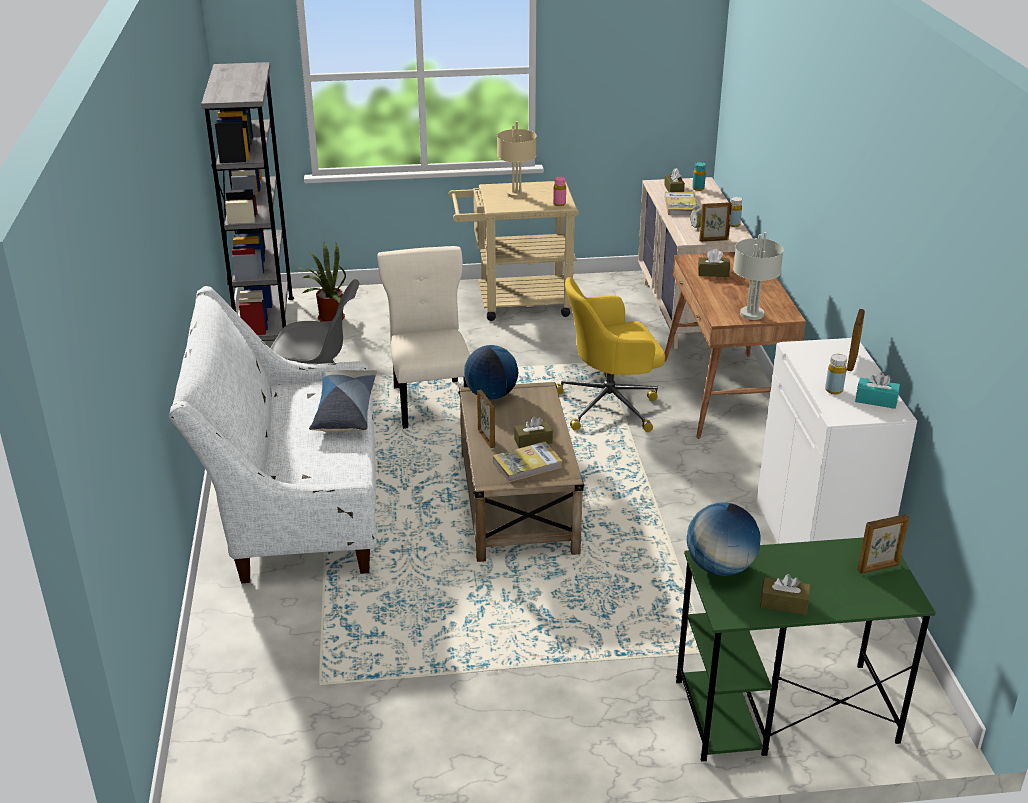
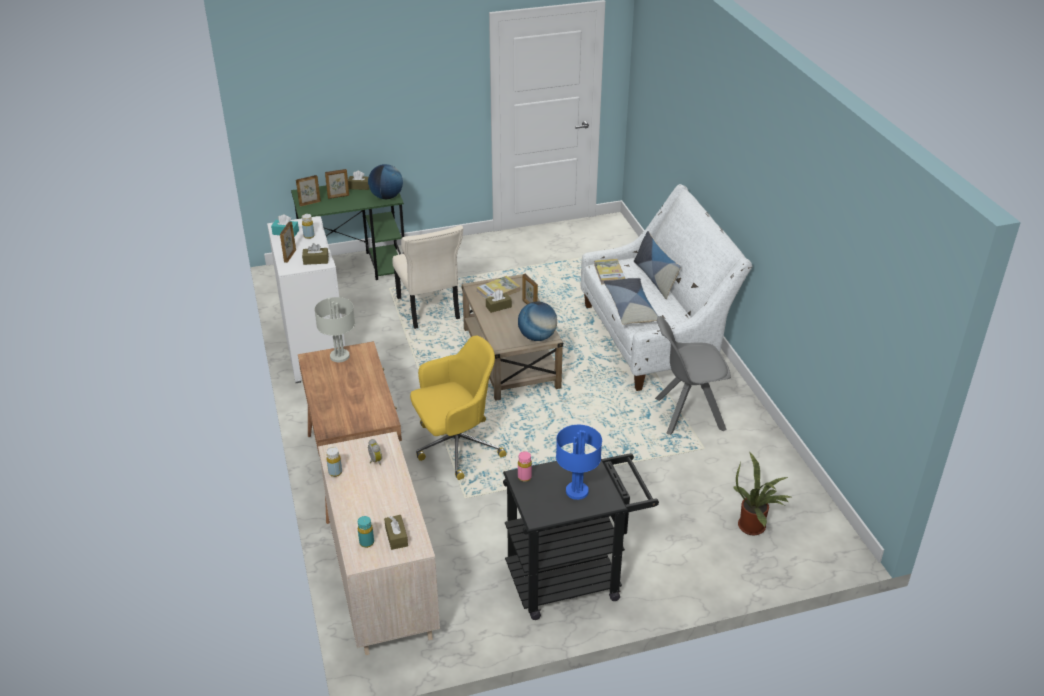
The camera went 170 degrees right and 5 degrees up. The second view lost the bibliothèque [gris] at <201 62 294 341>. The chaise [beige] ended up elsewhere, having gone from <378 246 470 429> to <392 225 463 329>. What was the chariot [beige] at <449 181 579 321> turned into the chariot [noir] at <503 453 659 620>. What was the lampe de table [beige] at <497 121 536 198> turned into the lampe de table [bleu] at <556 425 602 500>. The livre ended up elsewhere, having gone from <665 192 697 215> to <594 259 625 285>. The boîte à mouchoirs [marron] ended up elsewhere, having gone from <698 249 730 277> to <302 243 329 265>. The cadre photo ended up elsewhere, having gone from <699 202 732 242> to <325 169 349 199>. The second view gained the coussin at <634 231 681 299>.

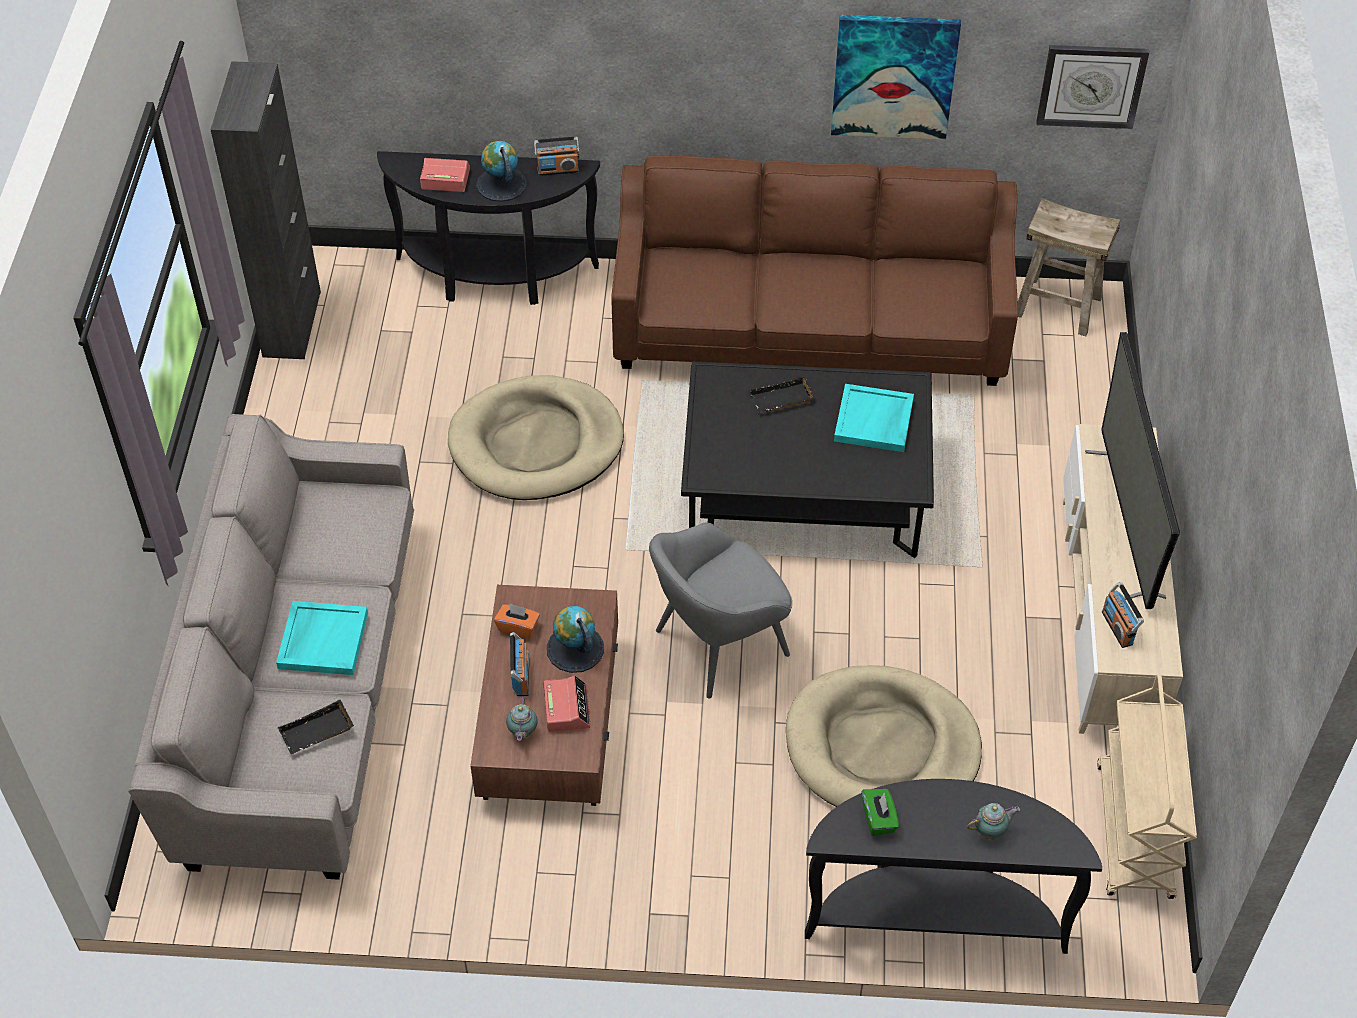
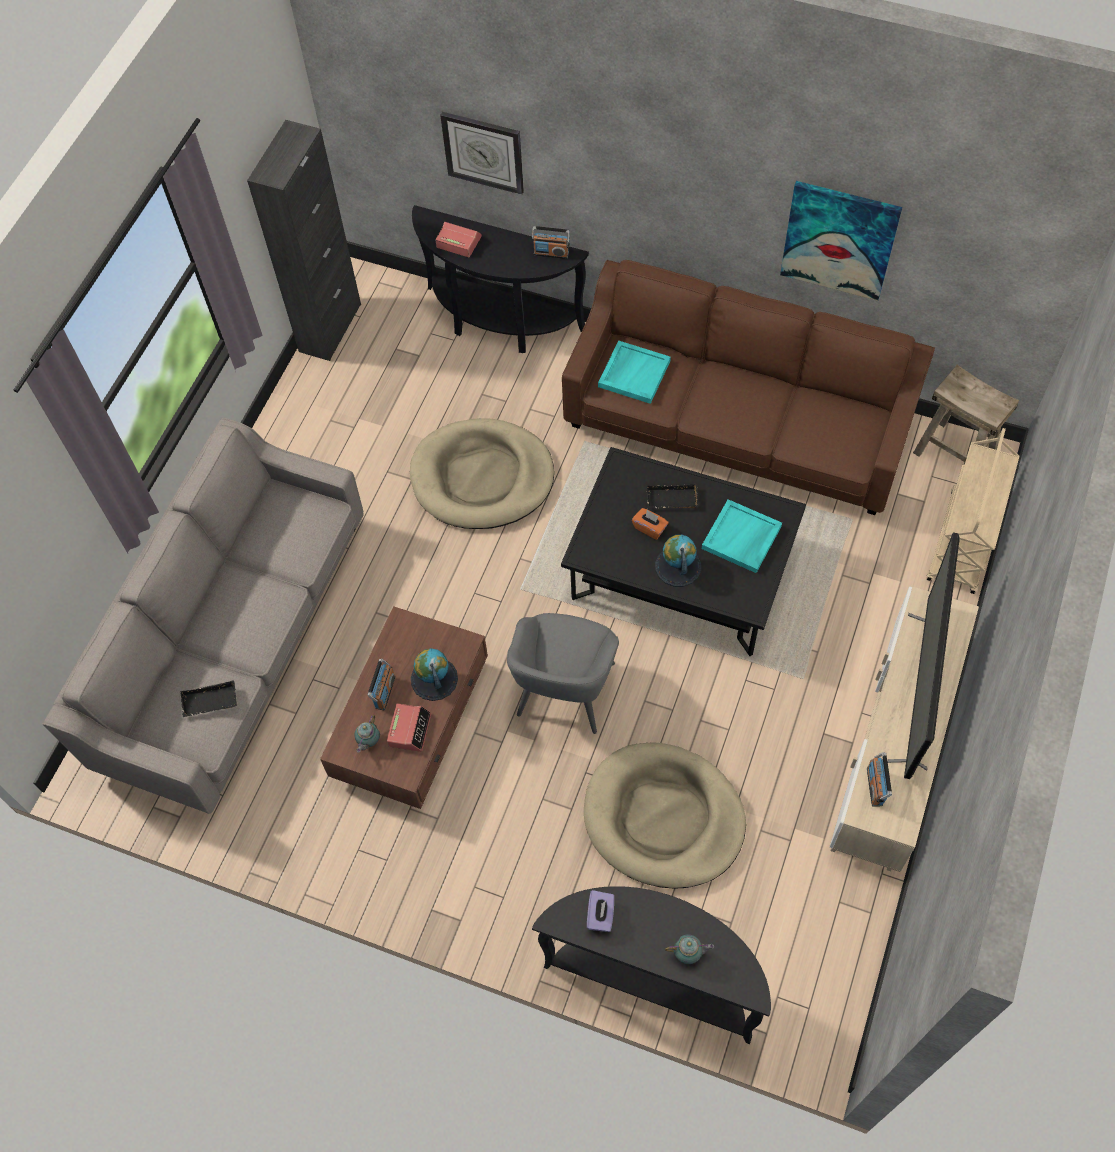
The camera went 20 degrees right and 10 degrees up. The plateau [turquoise] ended up elsewhere, having gone from <276 601 368 675> to <598 341 671 404>. The globe ended up elsewhere, having gone from <476 141 527 202> to <655 535 701 587>. The boîte à mouchoirs [orange] ended up elsewhere, having gone from <494 604 540 639> to <632 508 669 540>. The fauteuil [gris] at <649 523 792 699> ended up facing another way, 60 degrees counterclockwise from before. What was the boîte à mouchoirs [vert] at <862 789 899 836> turned into the boîte à mouchoirs [violet] at <587 890 614 932>. The horloge murale ended up elsewhere, having gone from <1036 45 1149 129> to <440 112 524 195>. The chariot [beige] ended up elsewhere, having gone from <1097 675 1197 899> to <927 428 1019 594>.

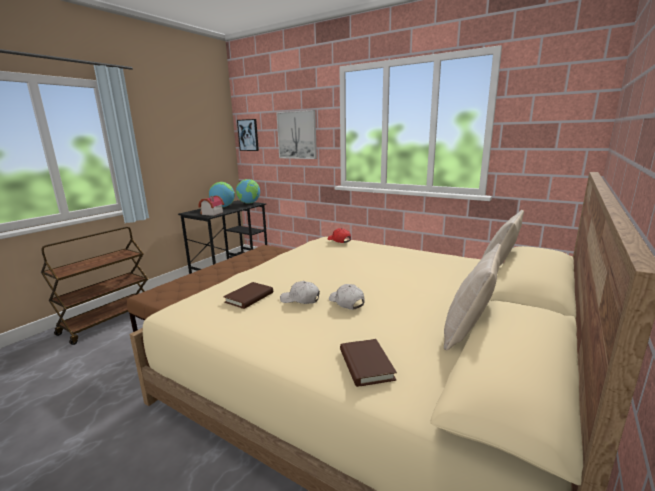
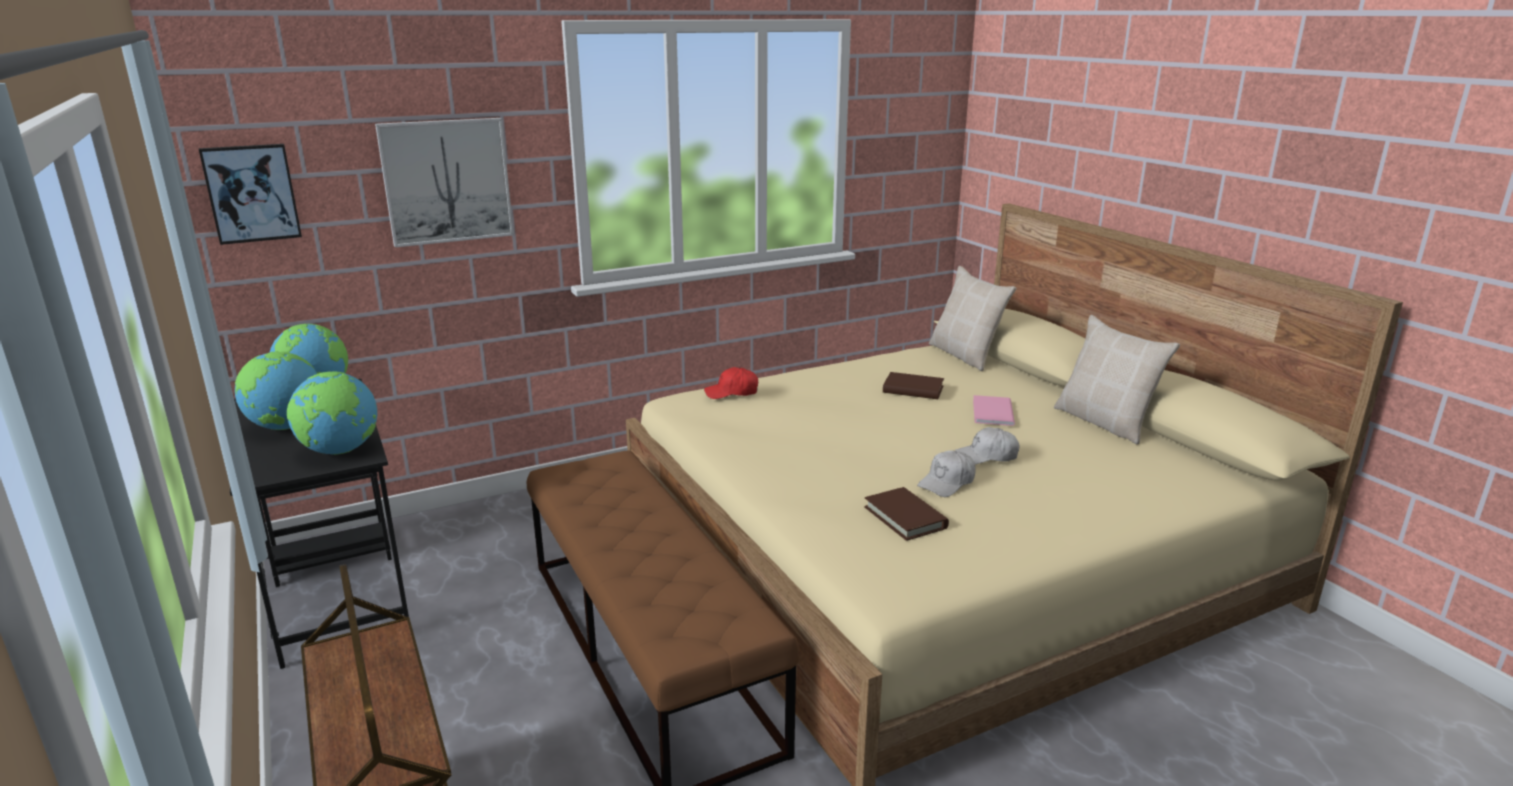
The camera went 60 degrees left and 5 degrees up. Where the maison miniature stood at <198 195 224 216>, the globe came to stand at <287 371 377 455>. The livre [marron] ended up elsewhere, having gone from <340 339 397 387> to <883 372 944 399>. The second view gained the livre [rose] at <973 395 1015 426>.

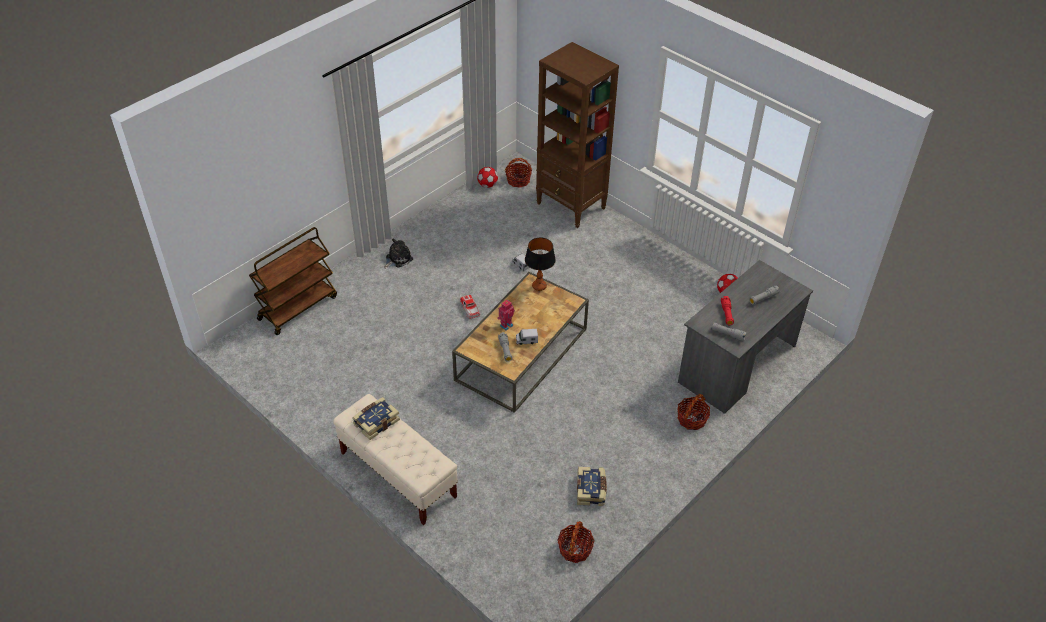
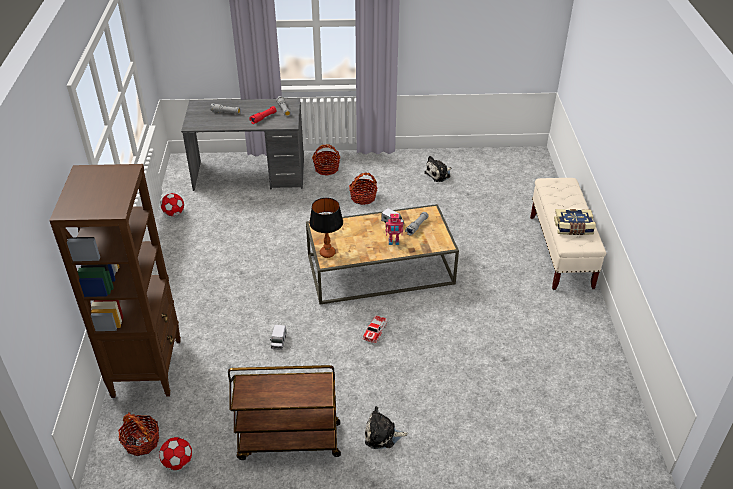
The camera went 135 degrees left and 5 degrees down. The chariot [marron] ended up elsewhere, having gone from <249 227 337 335> to <228 365 341 460>. The panier ended up elsewhere, having gone from <557 521 595 563> to <349 172 378 205>. Where the livre stood at <577 467 607 506>, the peluche came to stand at <424 156 451 182>.

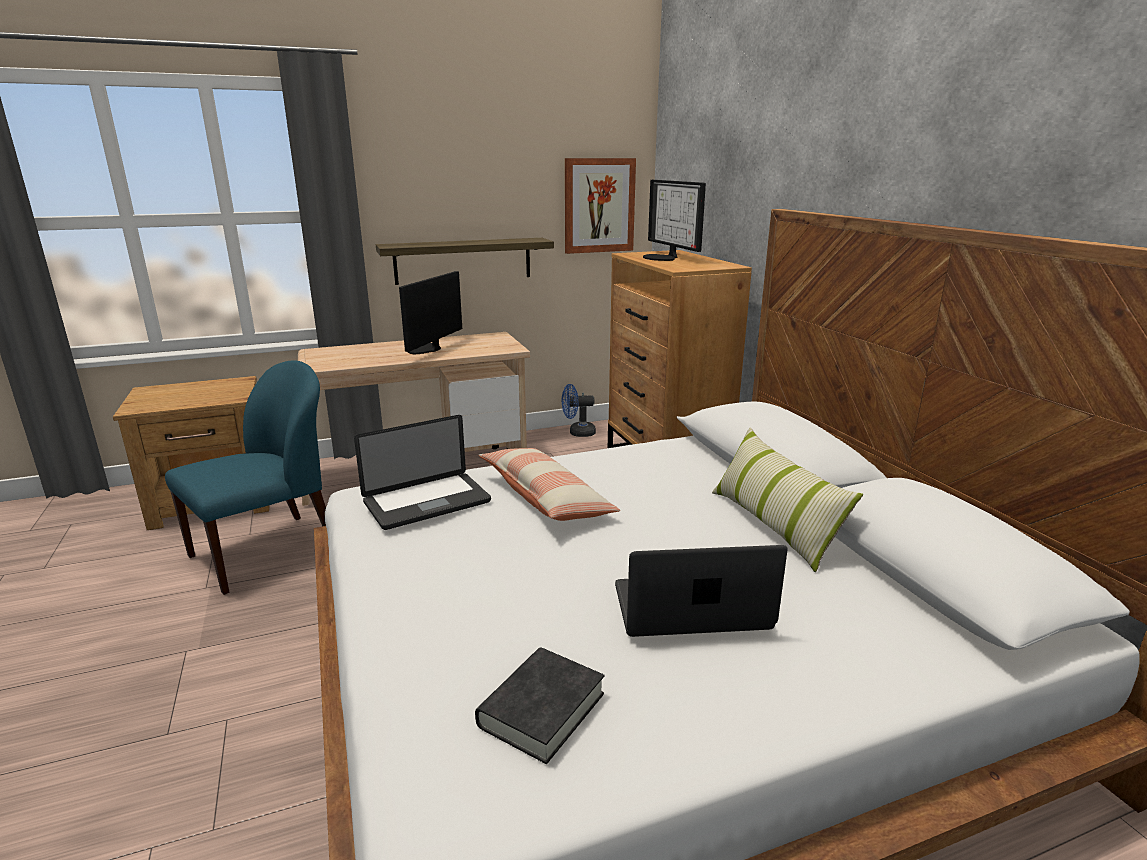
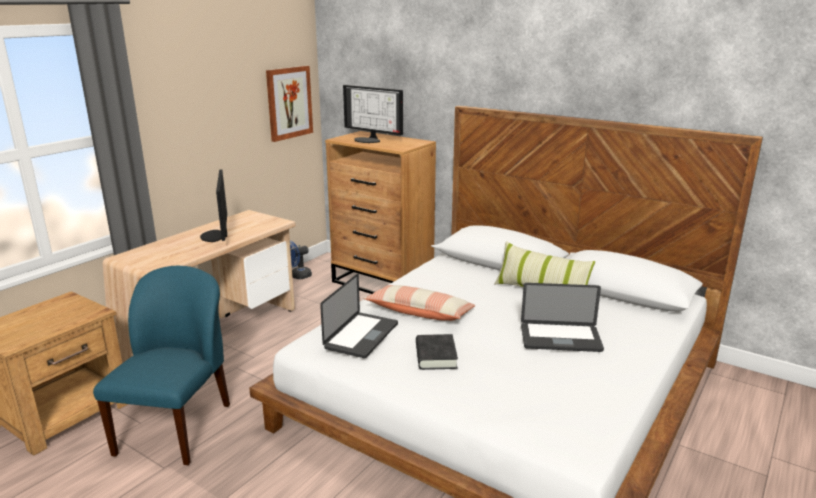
The camera went 35 degrees left and 0 degrees up. The second view lost the étagère at <376 238 554 285>. The livre [noir] ended up elsewhere, having gone from <475 648 604 764> to <416 334 458 370>. The ordinateur portable at <615 545 788 637> ended up facing another way, 135 degrees counterclockwise from before.

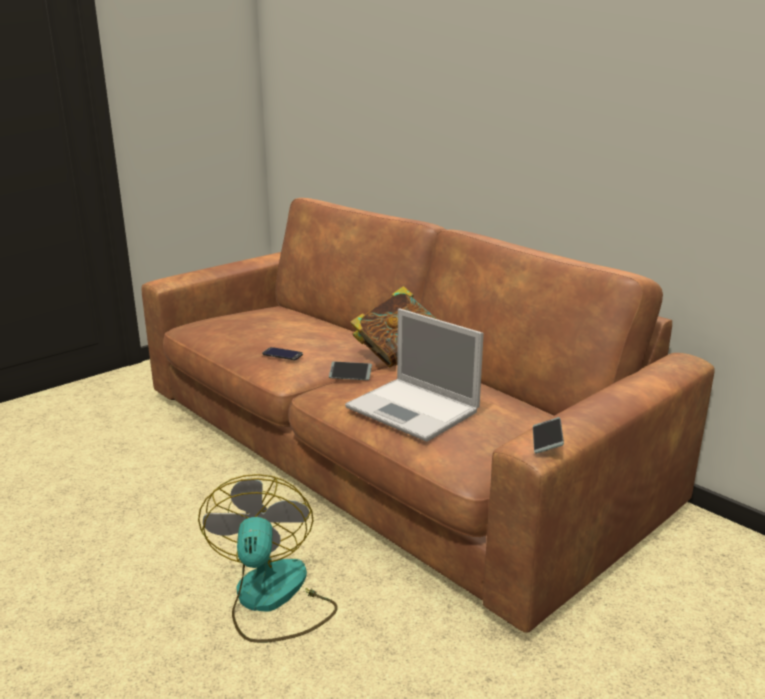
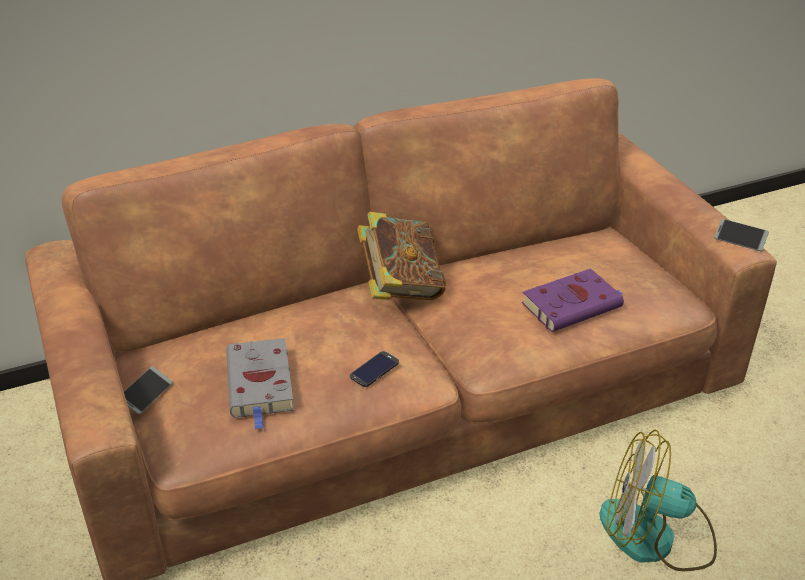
The camera went 70 degrees left and 15 degrees up. The téléphone ended up elsewhere, having gone from <329 362 372 380> to <124 366 173 414>. Where the ordinateur portable stood at <345 308 484 442>, the livre [violet] came to stand at <522 268 624 332>. The second view gained the livre [gris] at <226 338 294 430>.

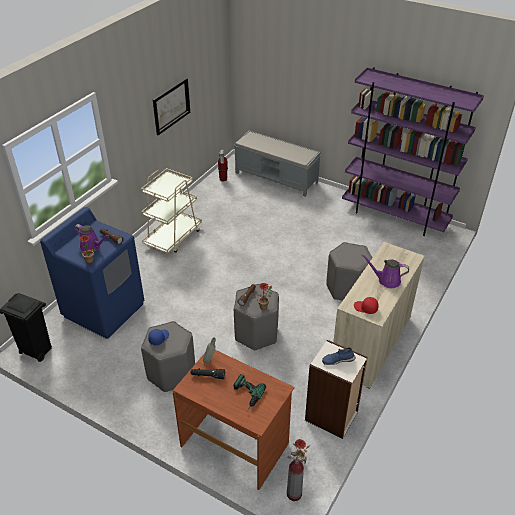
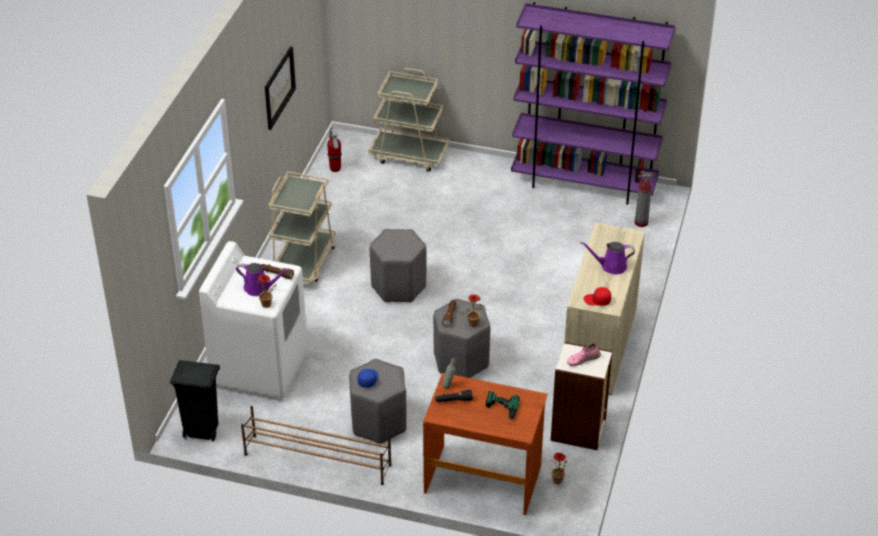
The camera went 15 degrees left and 0 degrees up. What was the lave-linge [bleu] at <40 207 144 339> turned into the lave-linge [blanc] at <199 241 308 401>. Where the banc [gris] stood at <234 131 321 197>, the chariot [beige] came to stand at <368 68 449 172>. The extincteur ended up elsewhere, having gone from <287 452 307 501> to <634 171 655 227>. What was the chaussure [bleu] at <322 348 356 365> turned into the chaussure [rose] at <567 343 601 366>. The tabouret [gris] ended up elsewhere, having gone from <326 242 373 301> to <370 229 426 302>. The second view gained the étagère à chaussures [marron] at <241 406 391 485>.

